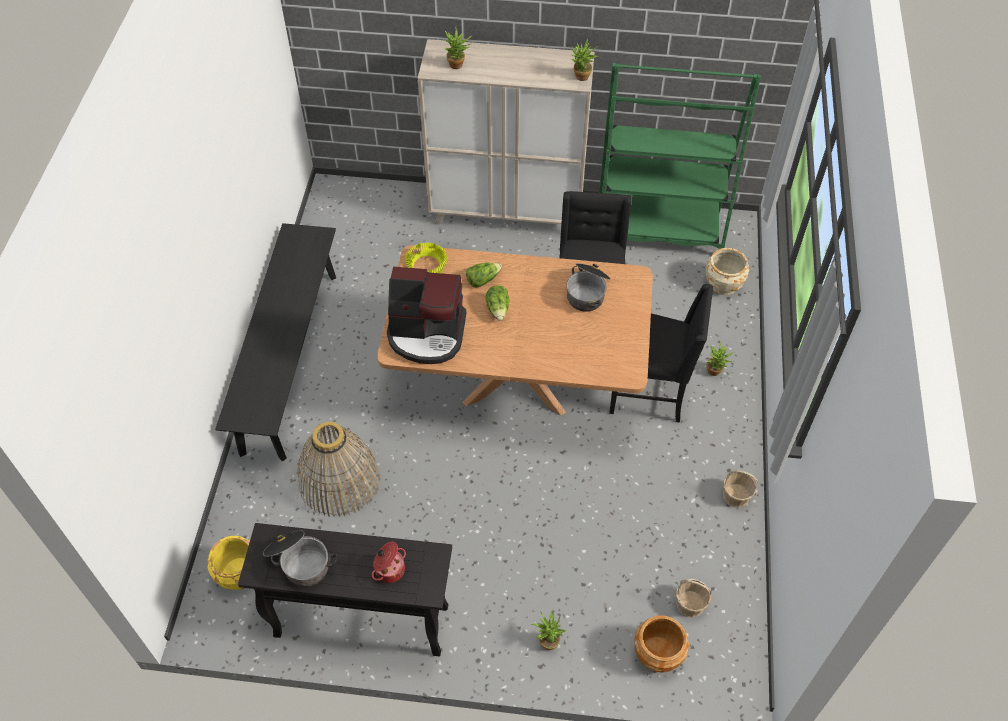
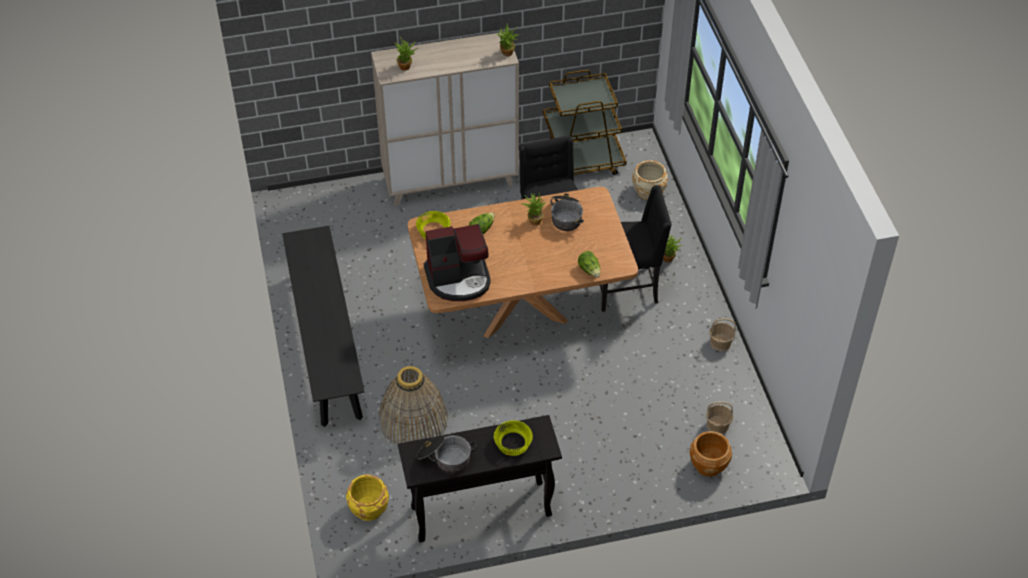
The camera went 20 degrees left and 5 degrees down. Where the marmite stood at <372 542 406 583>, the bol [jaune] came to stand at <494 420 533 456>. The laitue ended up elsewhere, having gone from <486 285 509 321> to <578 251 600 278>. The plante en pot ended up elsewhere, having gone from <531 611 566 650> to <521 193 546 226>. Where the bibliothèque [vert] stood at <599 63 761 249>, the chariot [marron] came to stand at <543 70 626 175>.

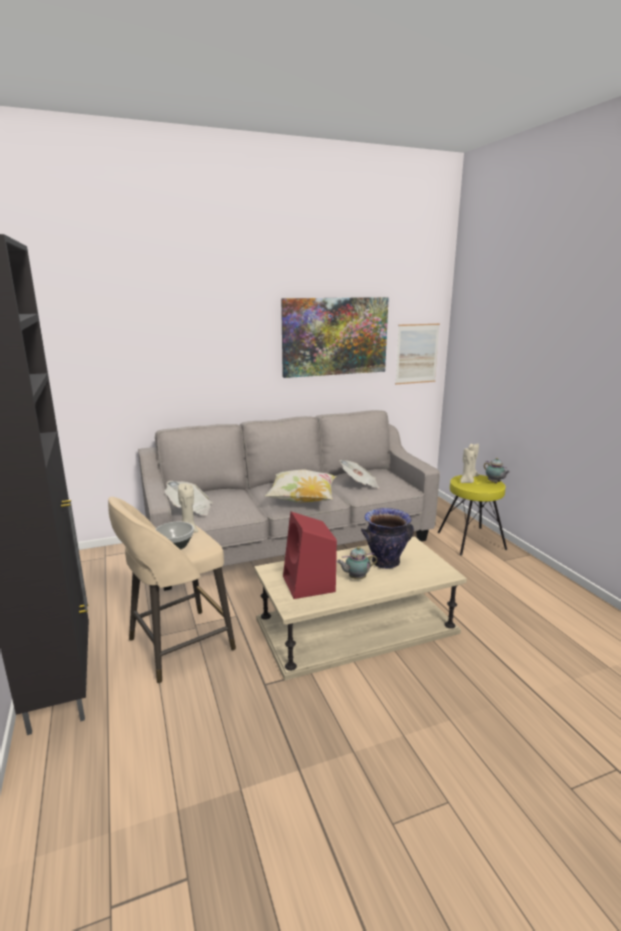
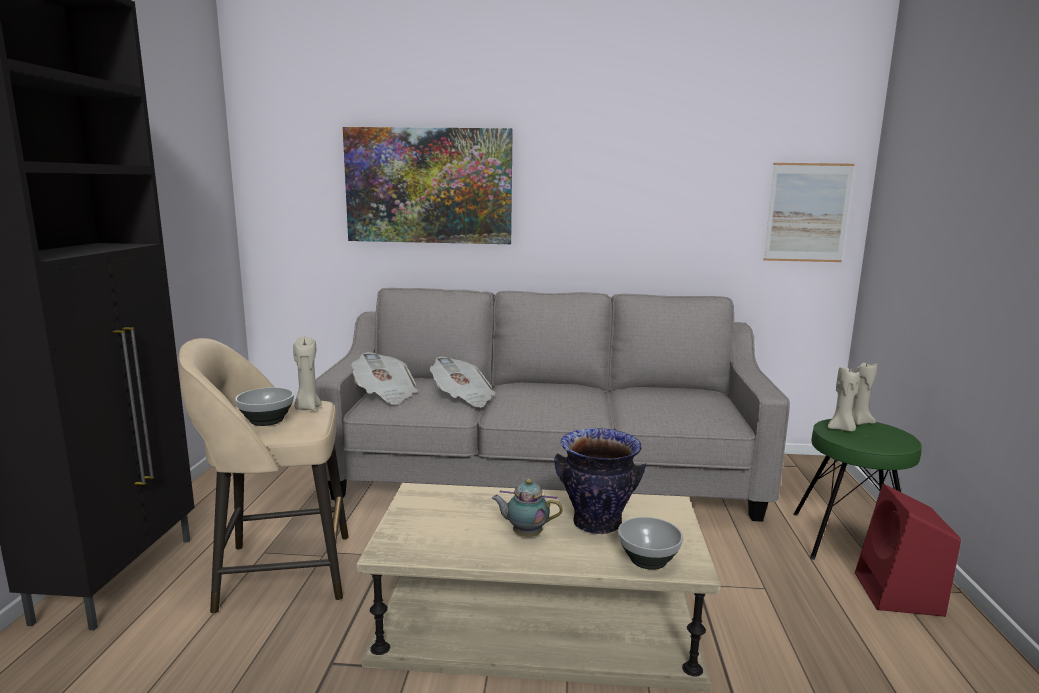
The camera went 25 degrees right and 5 degrees down. The second view lost the coussin at <265 469 336 503>. The tableau ended up elsewhere, having gone from <281 297 389 378> to <343 127 513 244>. The enceinte [rouge] ended up elsewhere, having gone from <283 512 337 599> to <855 484 961 617>. The journal ended up elsewhere, having gone from <339 460 379 488> to <430 357 495 408>. What was the tabouret [jaune] at <437 475 507 556> turned into the tabouret [vert] at <793 419 922 560>. The second view lost the théière at <484 458 510 483>. The second view gained the bol at <618 517 683 570>.

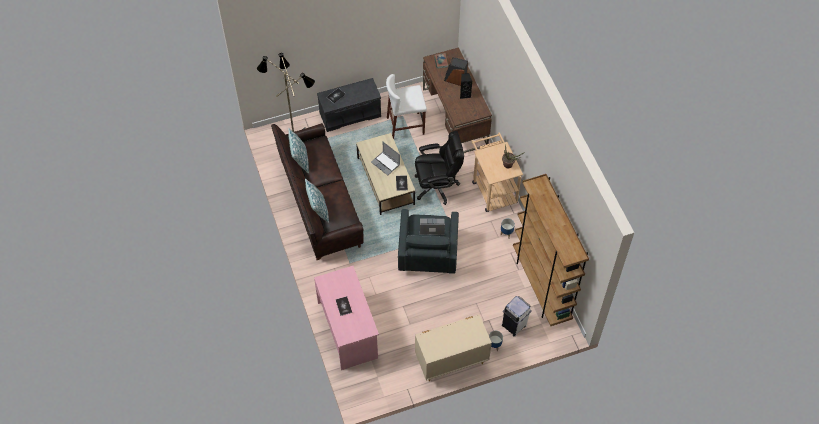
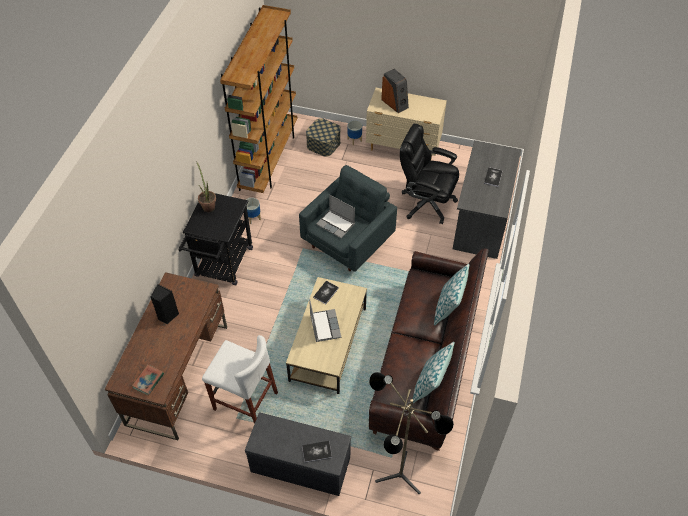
The camera went 145 degrees left and 5 degrees down. What was the bureau [rose] at <314 266 379 370> turned into the bureau [gris] at <453 140 521 259>. The chaise de bureau [noir] ended up elsewhere, having gone from <415 131 464 205> to <400 124 459 224>. The enceinte ended up elsewhere, having gone from <444 57 468 86> to <381 69 409 113>. What was the chariot [beige] at <472 132 523 212> turned into the chariot [noir] at <179 193 253 285>. Where the poubelle [blanc] stood at <502 296 532 337>, the boîte de rangement came to stand at <306 118 341 157>.

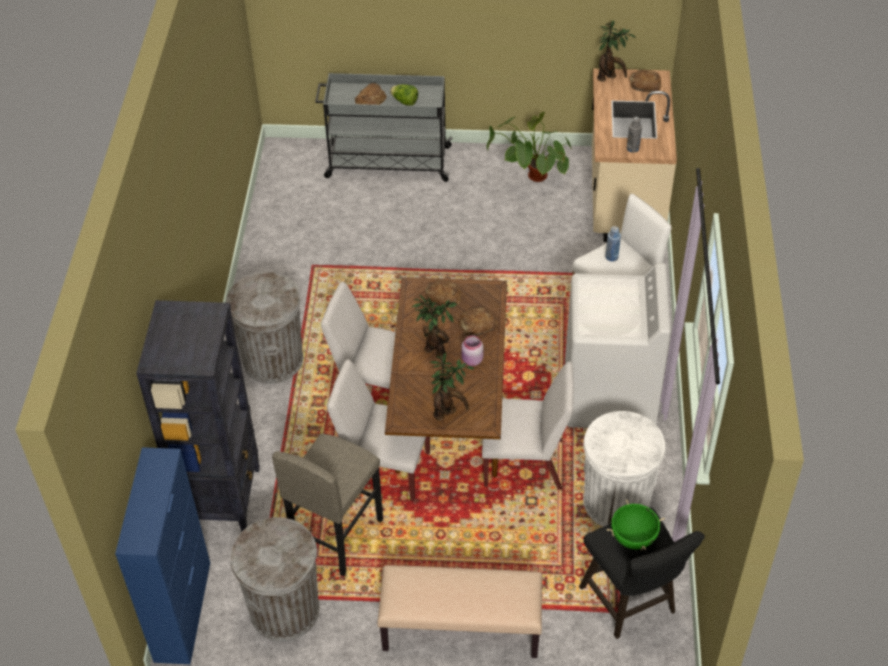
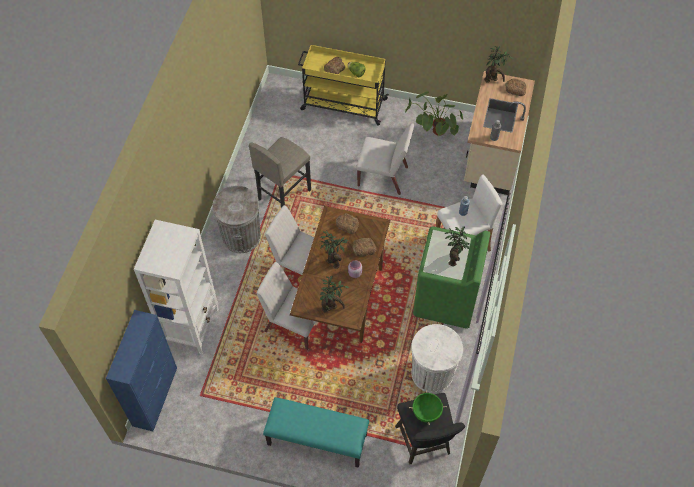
The camera went 10 degrees right and 10 degrees up. What was the bibliothèque [noir] at <136 300 260 531> turned into the bibliothèque [blanc] at <134 220 219 355>. The second view lost the poubelle [gris] at <231 517 319 641>. The tabouret [gris] ended up elsewhere, having gone from <272 434 383 576> to <249 137 311 208>. What was the chariot [gris] at <315 73 453 182> turned into the chariot [jaune] at <298 45 389 126>. What was the banc [beige] at <377 565 542 658> turned into the banc [turquoise] at <263 397 369 468>. The chaise [blanc] ended up elsewhere, having gone from <482 362 574 490> to <356 123 414 195>. What was the lave-linge [blanc] at <565 263 671 428> turned into the lave-linge [vert] at <413 226 490 329>. The second view gained the plante en pot at <444 226 470 266>.

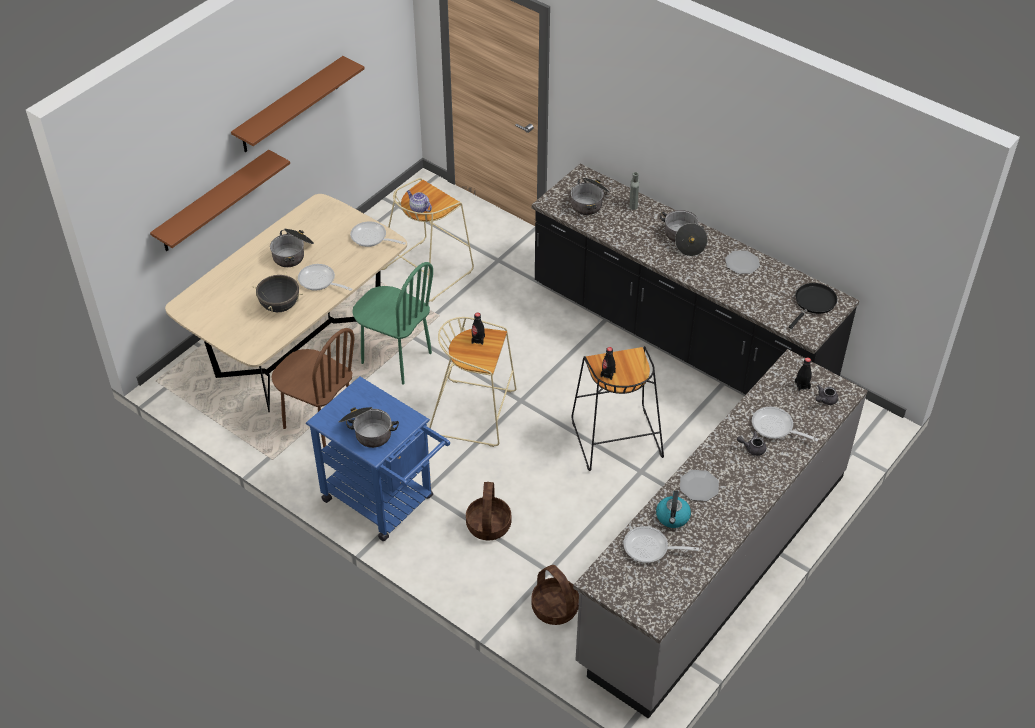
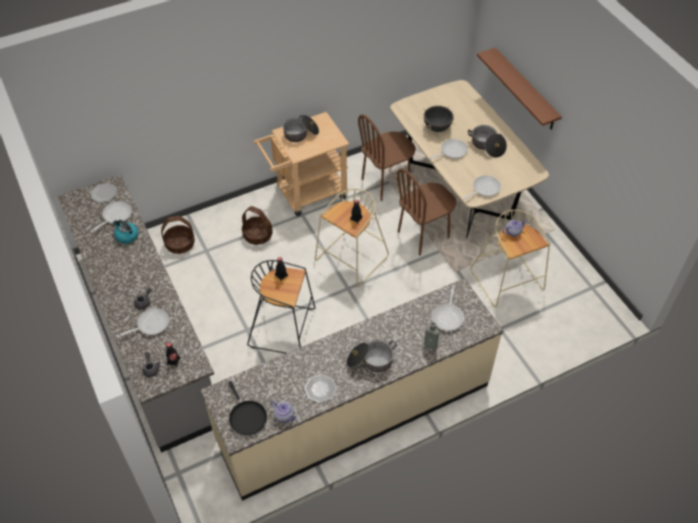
The camera went 115 degrees right and 5 degrees up. The second view lost the étagère [marron] at <231 56 365 152>. What was the chariot [bleu] at <306 377 450 541> turned into the chariot [beige] at <254 112 349 216>. What was the chaise [vert] at <352 262 433 385> turned into the chaise [marron] at <397 169 457 256>. What was the comptoir de cuisine [noir] at <532 164 859 394> turned into the comptoir de cuisine [beige] at <200 278 503 501>. Where the marmite stood at <571 178 610 215>, the poêle came to stand at <432 285 464 331>. The assiette ended up elsewhere, having gone from <680 470 719 501> to <90 183 117 203>. The second view gained the théière at <270 401 297 422>.

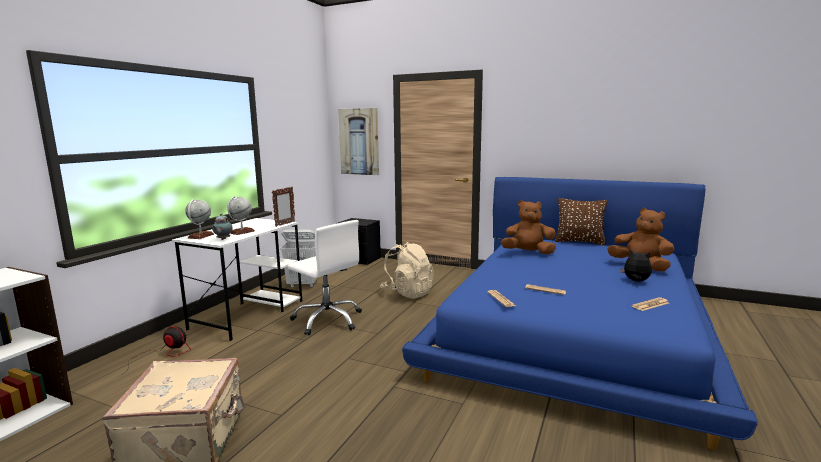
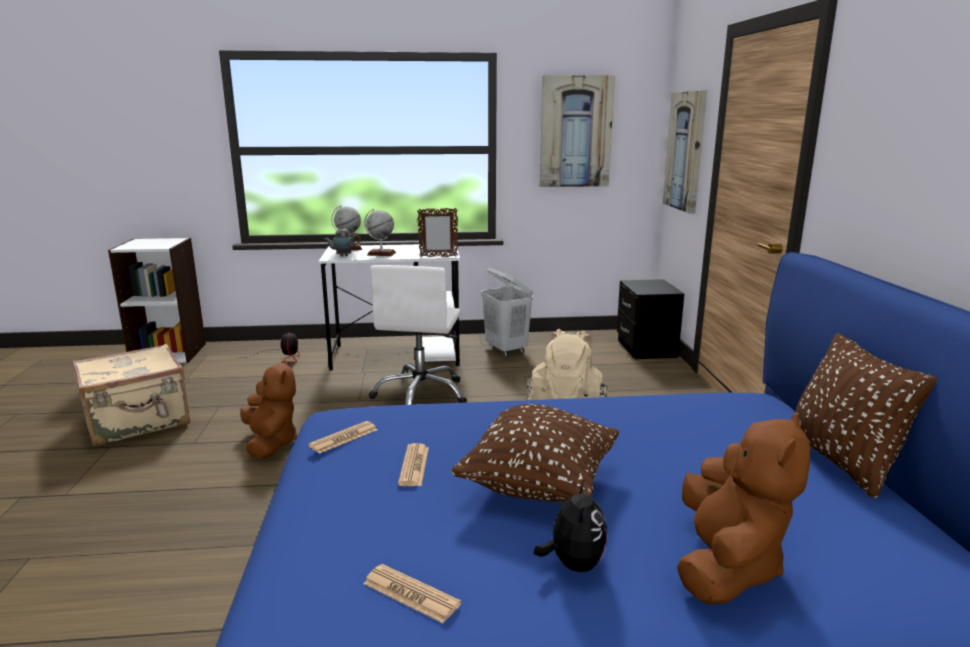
The camera went 60 degrees right and 5 degrees up. The peluche [marron] ended up elsewhere, having gone from <501 200 556 254> to <240 359 297 459>. The second view gained the coussin [marron] at <451 404 619 502>. The second view gained the tableau at <540 75 615 187>.

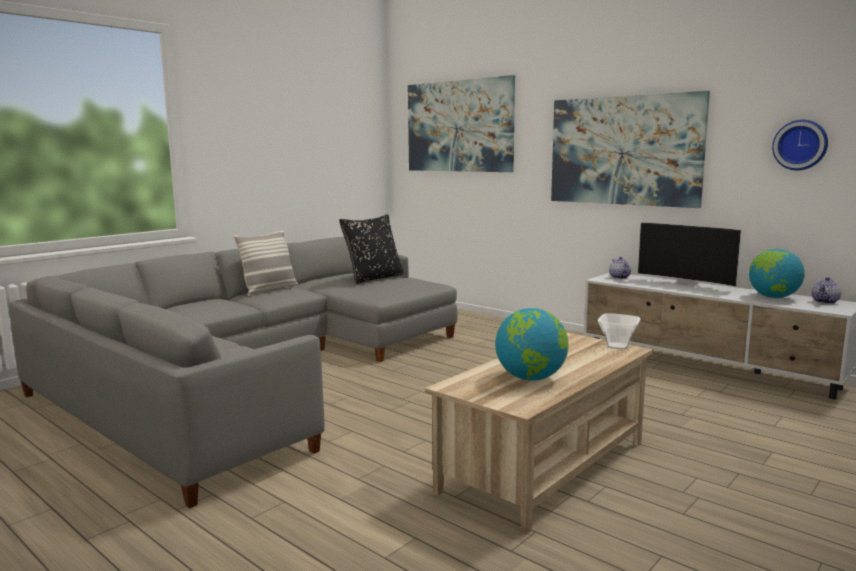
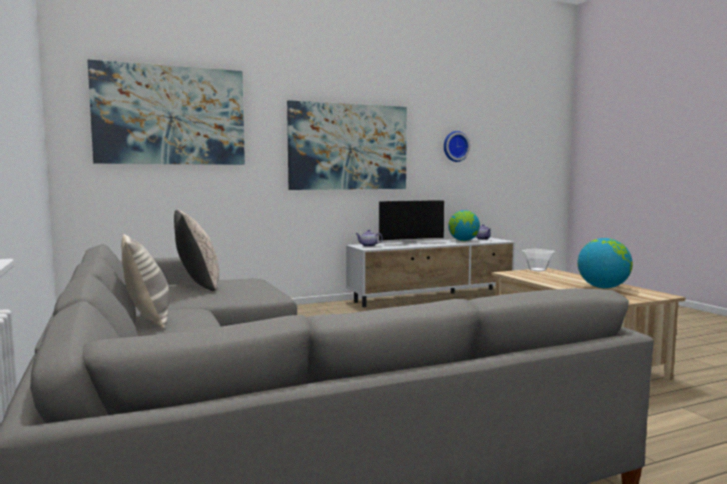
The camera went 65 degrees left and 5 degrees down. What was the coussin [noir] at <339 214 404 284> turned into the coussin [beige] at <174 209 219 291>.

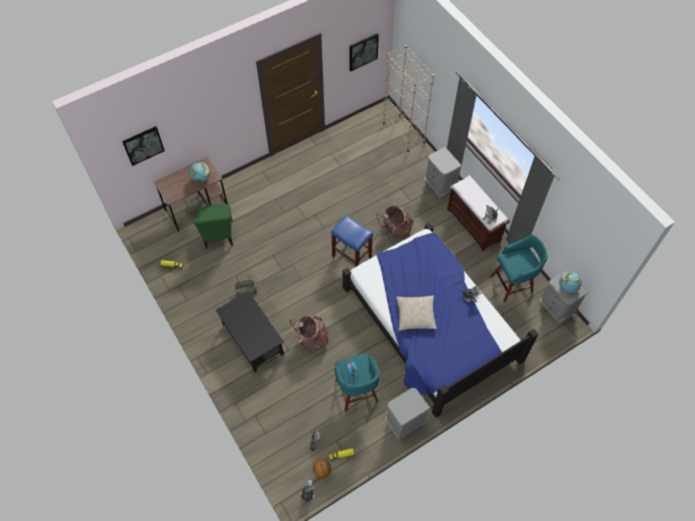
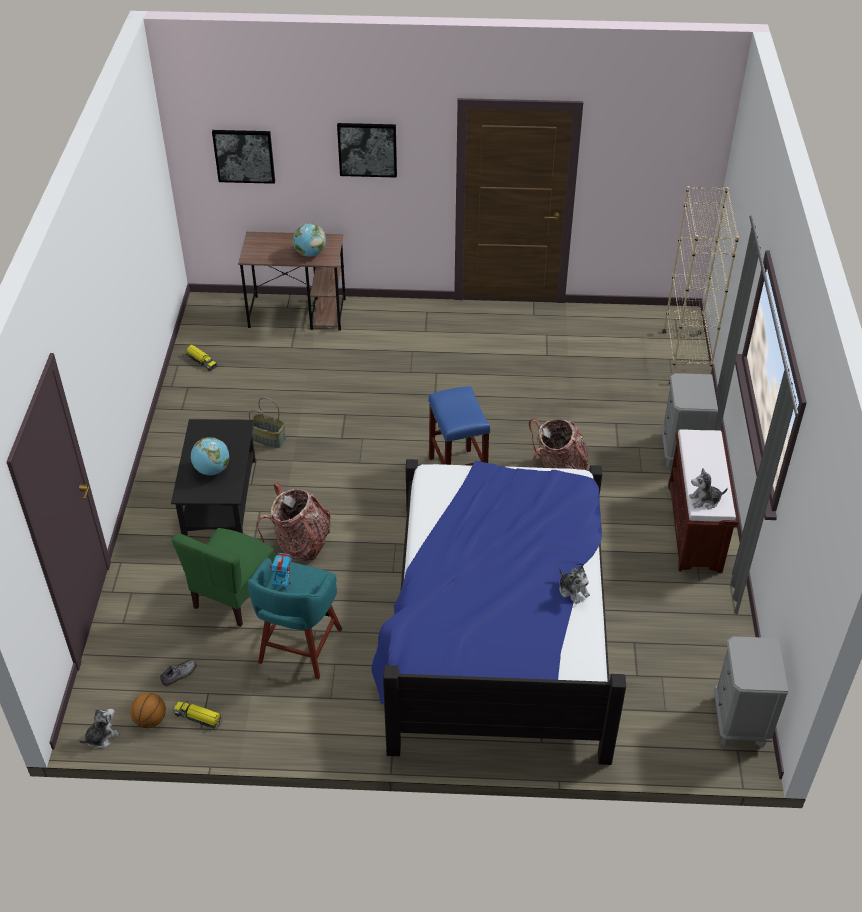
The camera went 35 degrees right and 15 degrees down. The chaise [vert] ended up elsewhere, having gone from <193 204 233 249> to <172 528 275 627>. The tableau ended up elsewhere, having gone from <349 33 379 71> to <337 123 397 178>. The second view lost the table de chevet [gris] at <385 388 430 440>. The second view lost the coussin [beige] at <396 296 437 331>. The second view lost the tabouret [turquoise] at <490 234 548 302>. The globe ended up elsewhere, having gone from <559 272 582 293> to <191 437 229 475>.

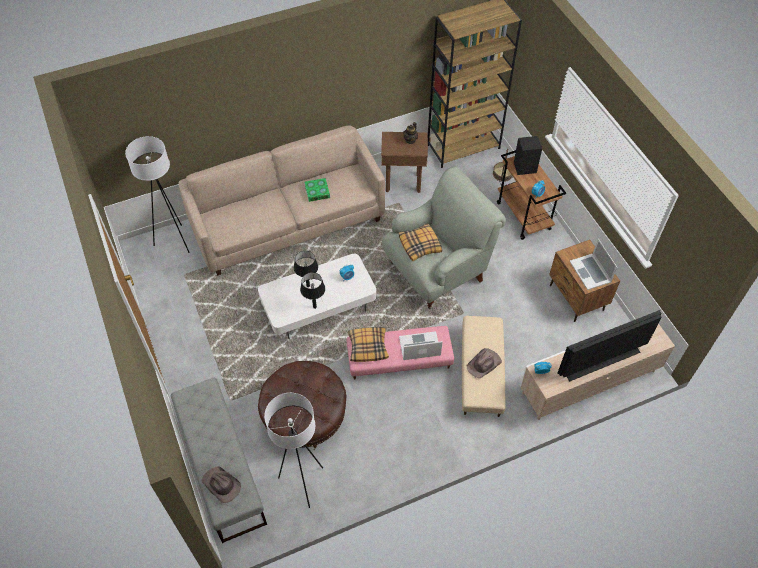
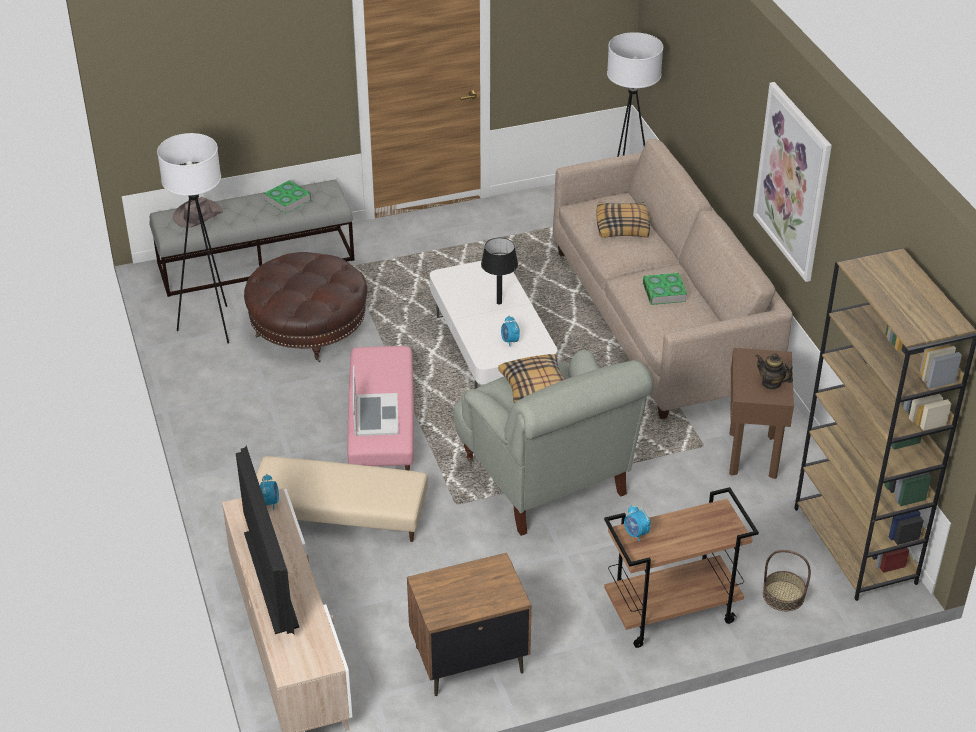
The camera went 95 degrees right and 15 degrees down. The second view lost the lampe de table [noir] at <300 272 325 309>. The coussin ended up elsewhere, having gone from <348 327 389 362> to <596 202 650 238>. The second view lost the chapeau [marron] at <467 348 502 378>. The second view lost the enceinte [noir] at <514 136 542 175>. The second view lost the ordinateur portable at <570 239 617 290>. The second view gained the livre at <264 180 311 214>. The second view gained the tableau at <753 82 832 282>.

